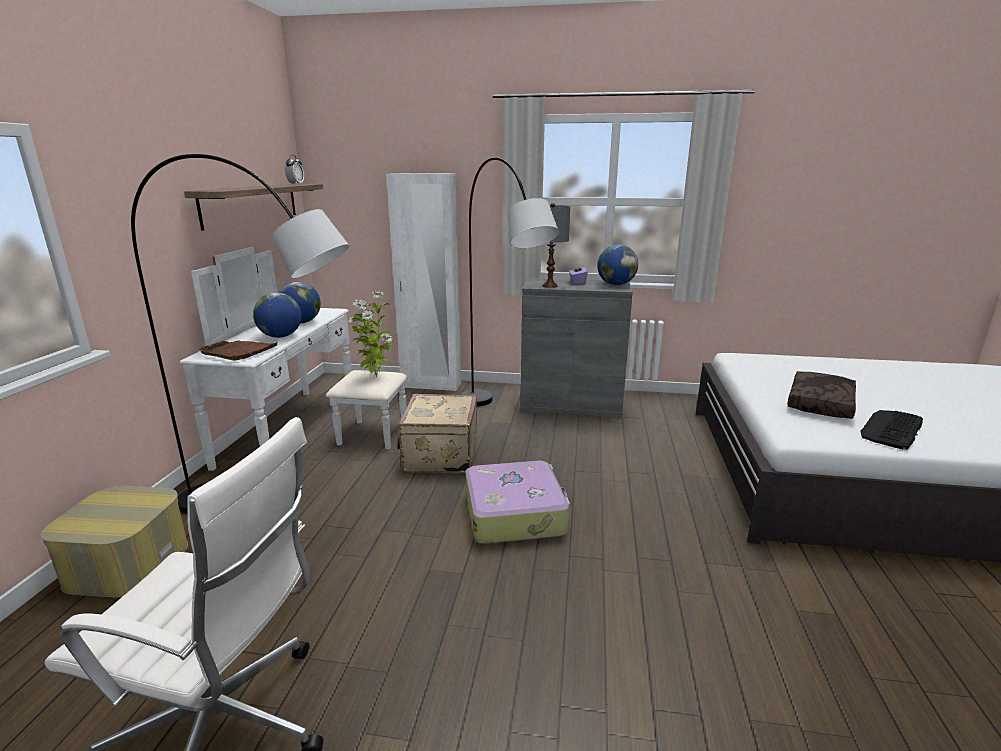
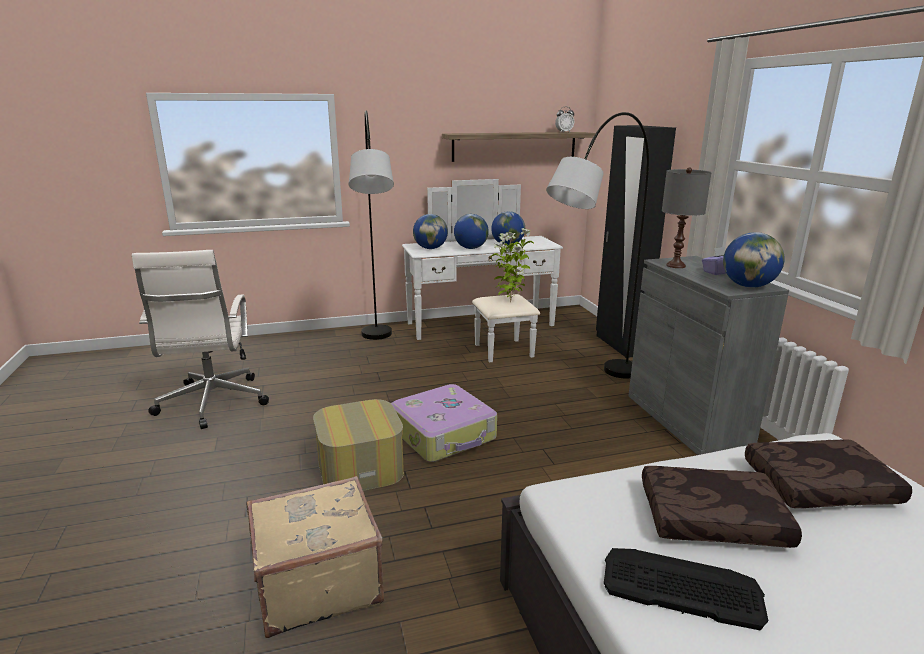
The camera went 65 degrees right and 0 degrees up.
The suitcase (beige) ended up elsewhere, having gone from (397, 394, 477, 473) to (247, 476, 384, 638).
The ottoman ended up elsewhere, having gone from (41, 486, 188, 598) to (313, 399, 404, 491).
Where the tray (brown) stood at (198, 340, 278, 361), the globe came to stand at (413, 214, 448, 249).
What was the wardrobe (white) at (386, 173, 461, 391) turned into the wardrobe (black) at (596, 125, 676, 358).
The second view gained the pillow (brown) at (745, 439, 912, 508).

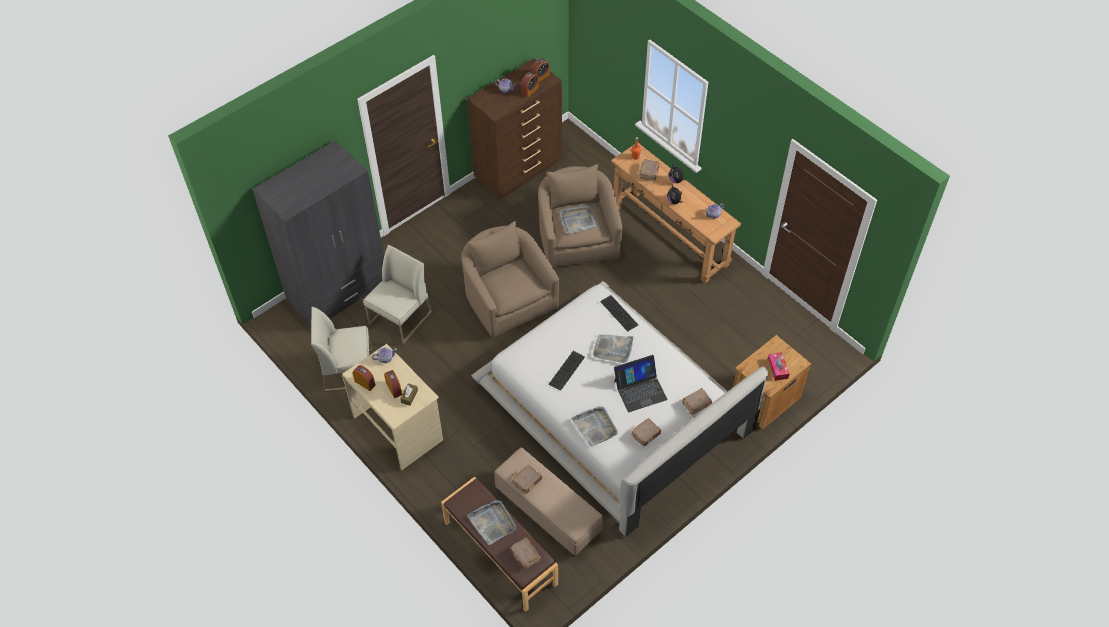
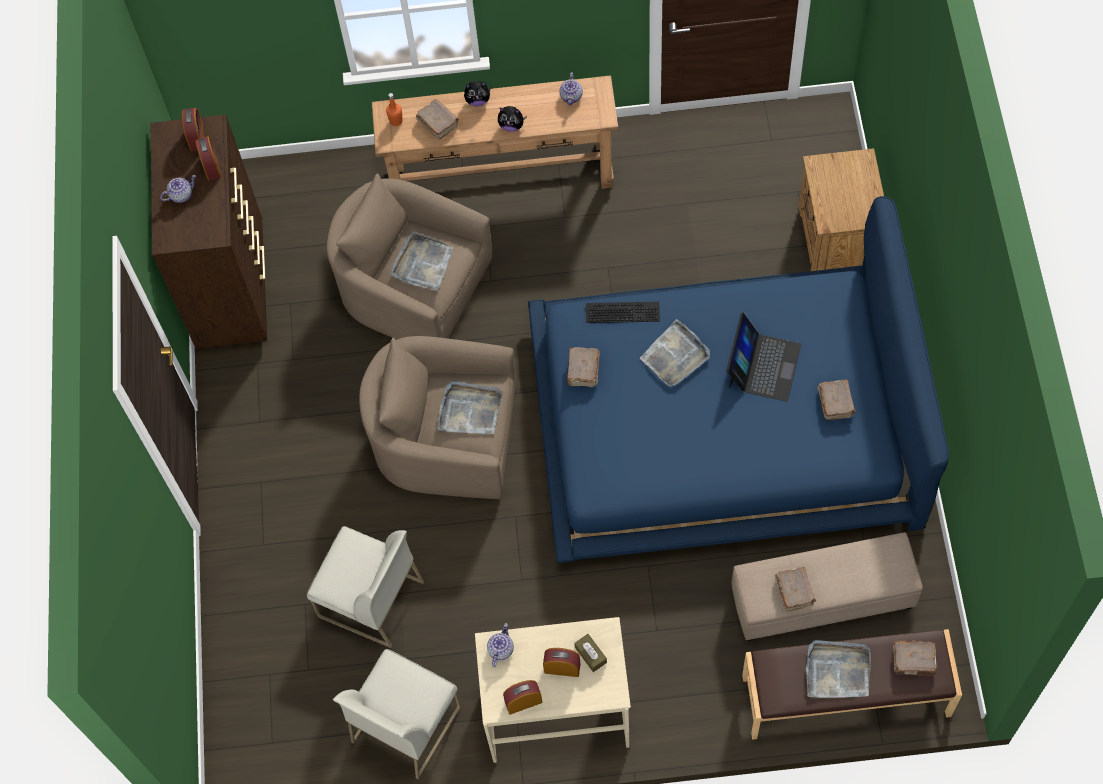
The camera went 50 degrees left and 10 degrees up.
The chair (white) at (363, 244, 432, 344) ended up facing another way, 135 degrees clockwise from before.
The tray (grey) ended up elsewhere, having gone from (571, 406, 618, 447) to (437, 381, 503, 434).
What was the bed (white) at (471, 281, 768, 537) turned into the bed (blue) at (528, 196, 949, 563).
The book (brown) ended up elsewhere, having gone from (682, 388, 712, 415) to (567, 347, 599, 388).
The second view lost the wardrobe (grey) at (252, 140, 384, 325).
The second view lost the keyboard at (549, 351, 585, 391).
The second view lost the tissue box at (768, 352, 789, 381).

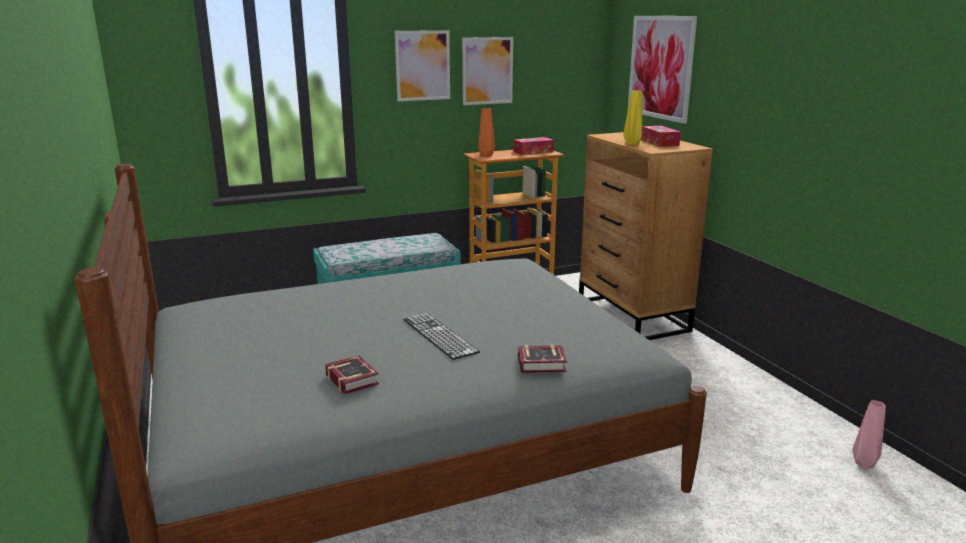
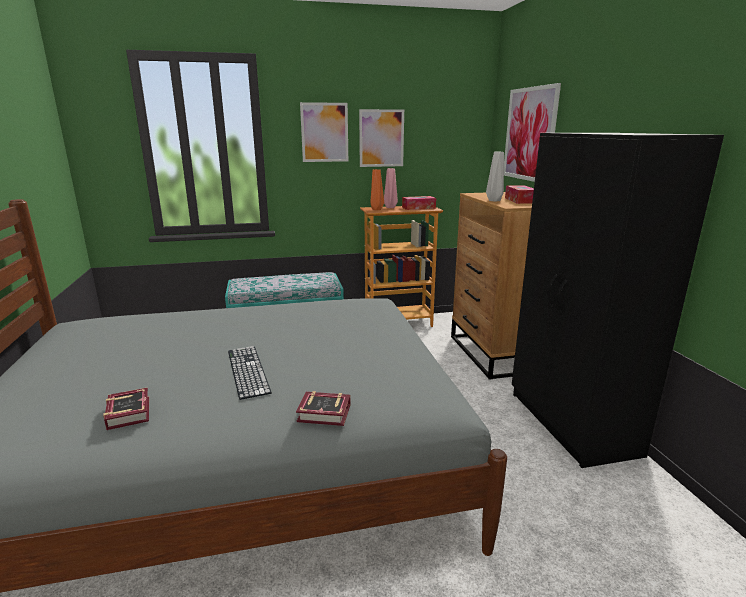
The camera went 10 degrees right and 0 degrees up.
The vase (pink) ended up elsewhere, having gone from (852, 400, 886, 469) to (384, 168, 398, 208).
What was the vase (yellow) at (623, 90, 643, 145) turned into the vase (grey) at (486, 152, 504, 202).
The second view gained the wardrobe (black) at (512, 133, 724, 468).

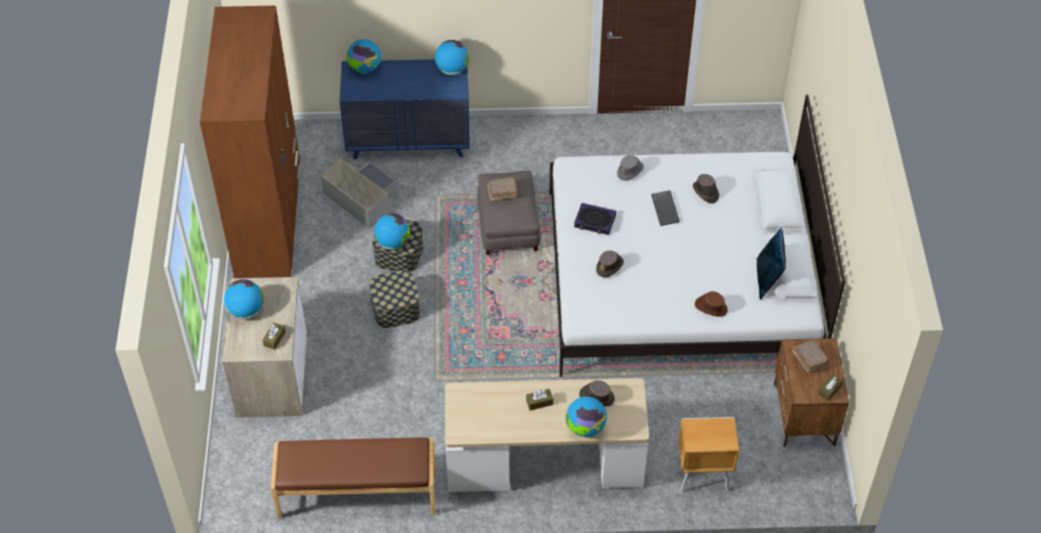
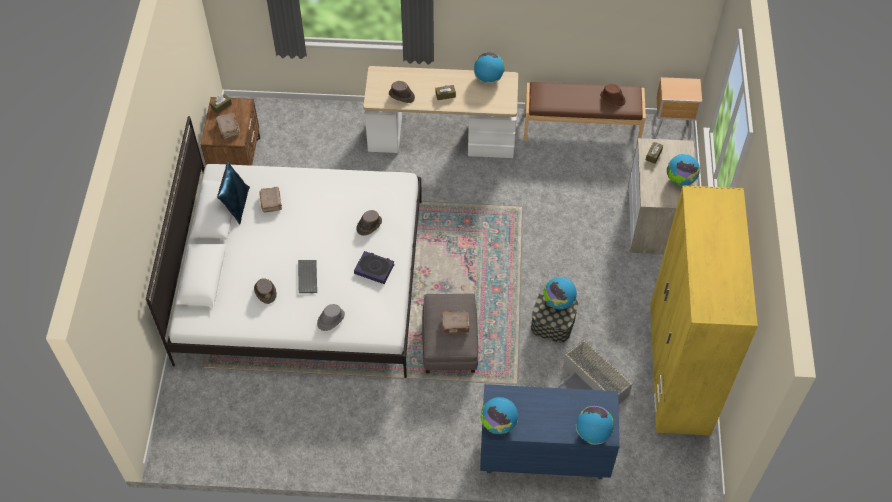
The camera went 175 degrees left and 5 degrees up.
The second view gained the book (brown) at (259, 187, 282, 213).
The globe ended up elsewhere, having gone from (566, 397, 607, 438) to (474, 52, 505, 84).
The hat (brown) ended up elsewhere, having gone from (695, 291, 728, 317) to (600, 84, 626, 106).
What was the wardrobe (brown) at (200, 6, 300, 278) turned into the wardrobe (yellow) at (650, 186, 758, 435).
The nightstand (brown) ended up elsewhere, having gone from (677, 417, 739, 492) to (654, 77, 702, 138).
The second view lost the storage box at (369, 270, 420, 328).

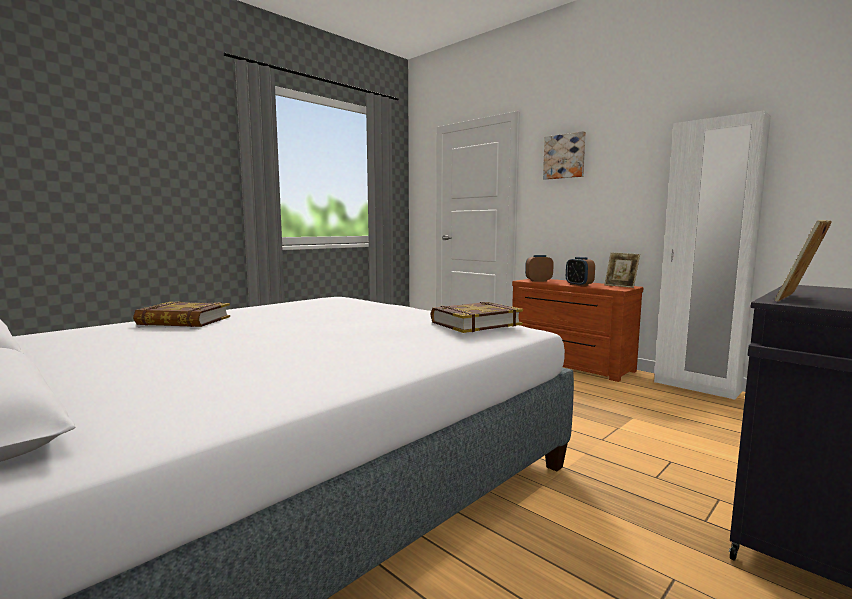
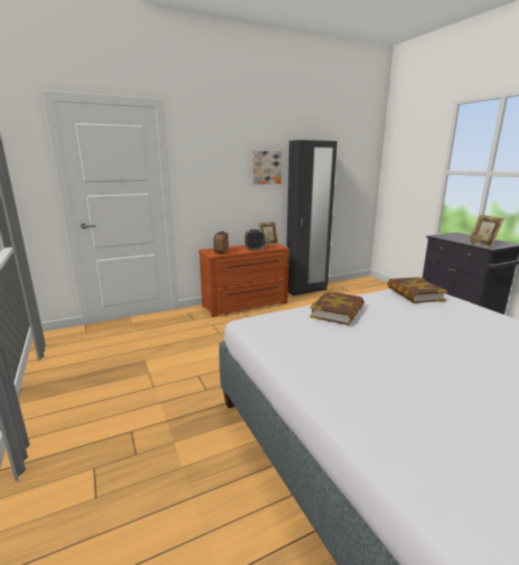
The camera went 70 degrees left and 10 degrees up.
The picture ended up elsewhere, having gone from (543, 131, 586, 180) to (252, 151, 282, 184).
What was the wardrobe (white) at (654, 111, 771, 400) turned into the wardrobe (black) at (287, 140, 337, 296).
The book ended up elsewhere, having gone from (133, 301, 230, 327) to (310, 291, 364, 325).

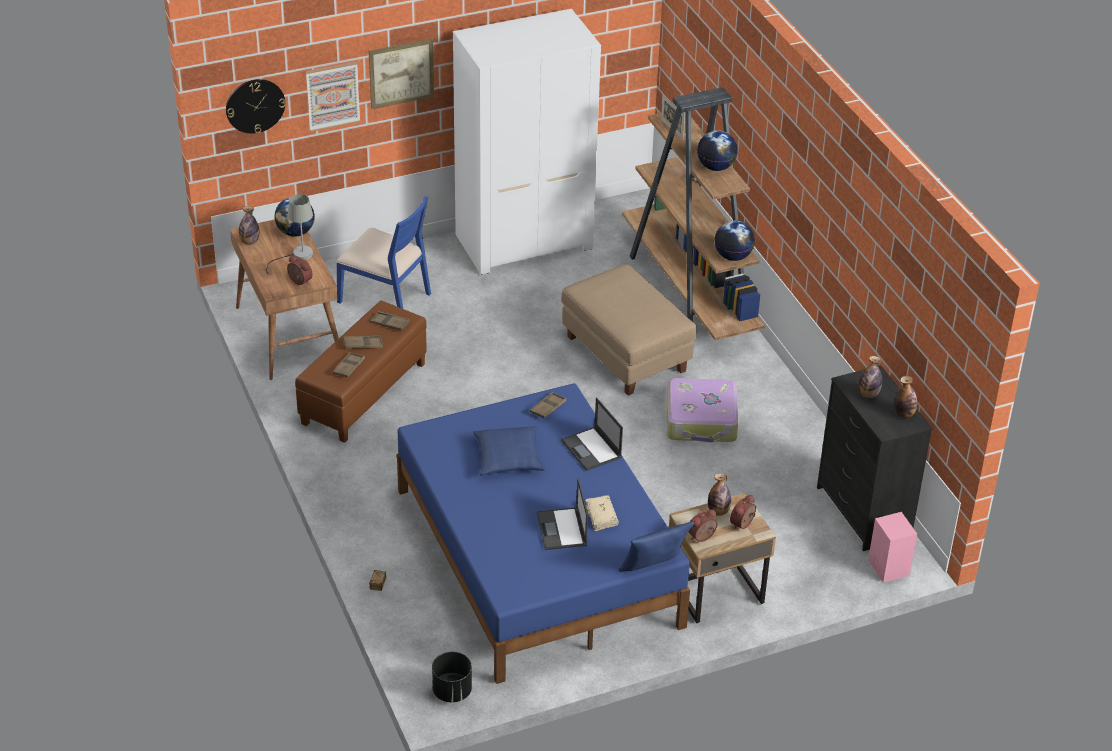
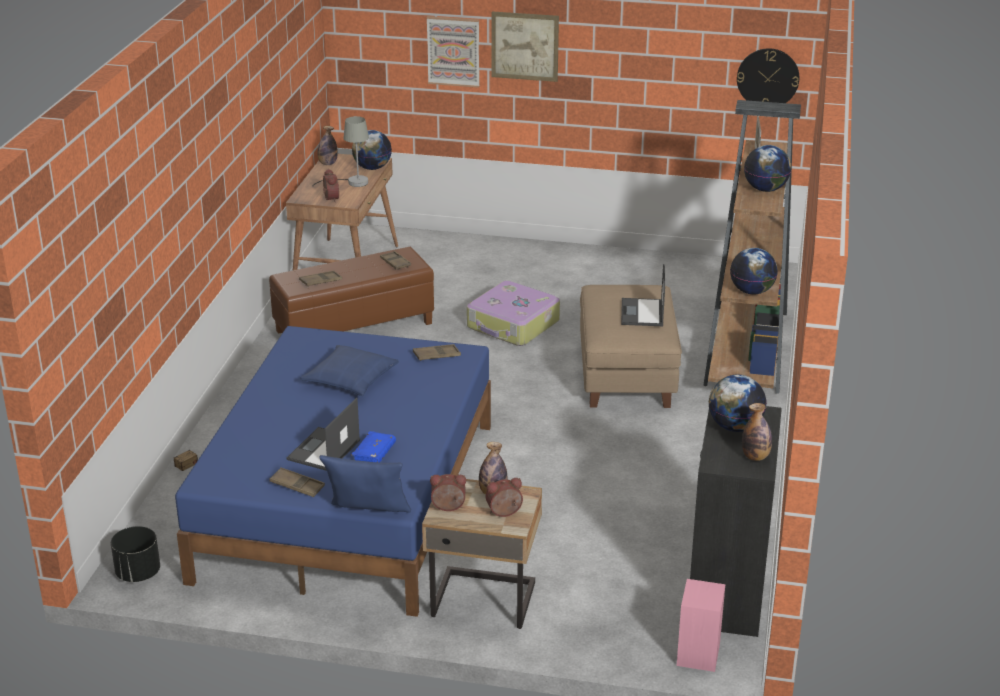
The camera went 35 degrees right and 10 degrees down.
The tray (brown) ended up elsewhere, having gone from (344, 336, 383, 349) to (270, 467, 325, 497).
What was the book (beige) at (585, 495, 619, 531) turned into the book (blue) at (351, 431, 396, 462).
The suitcase ended up elsewhere, having gone from (666, 378, 739, 442) to (467, 281, 560, 346).
The laptop ended up elsewhere, having gone from (561, 397, 623, 471) to (621, 264, 665, 326).
Where the bottle stood at (859, 356, 882, 398), the globe came to stand at (708, 375, 767, 432).
The wall clock ended up elsewhere, having gone from (226, 79, 285, 134) to (737, 48, 799, 103).
The second view lost the chair (blue) at (337, 195, 431, 309).
The second view lost the wardrobe (white) at (453, 9, 601, 275).

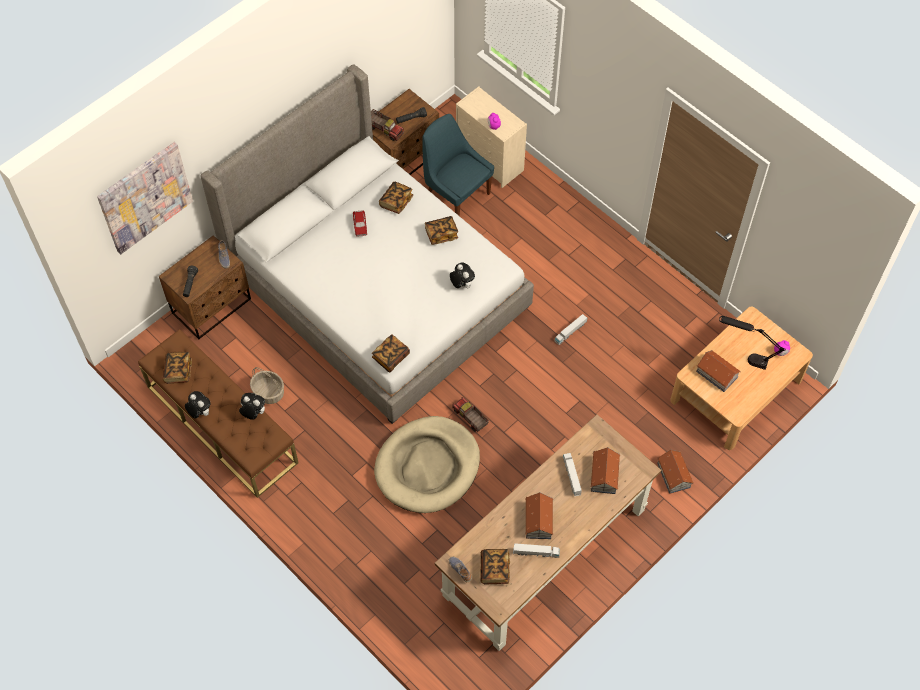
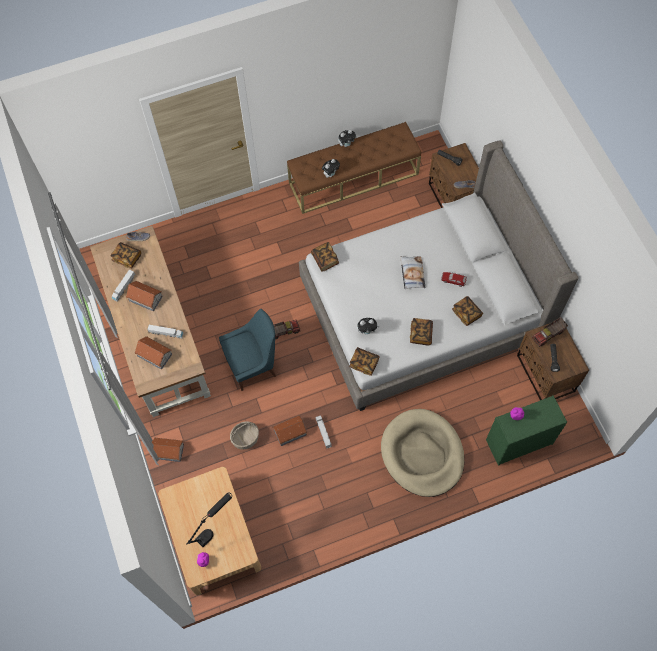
The camera went 115 degrees right and 5 degrees up.
The chair (blue) ended up elsewhere, having gone from (423, 114, 494, 216) to (219, 309, 276, 391).
The basket ended up elsewhere, having gone from (250, 367, 284, 404) to (230, 421, 259, 450).
The toy house ended up elsewhere, having gone from (696, 350, 741, 392) to (272, 415, 307, 446).
The book ended up elsewhere, having gone from (163, 352, 192, 384) to (349, 347, 380, 376).
The dog bed (beige) ended up elsewhere, having gone from (374, 416, 480, 513) to (381, 409, 464, 497).
The second view gained the pillow at (400, 256, 425, 289).
What was the dresser (beige) at (456, 86, 527, 188) turned into the dresser (green) at (486, 395, 567, 466).
The second view lost the picture at (97, 142, 193, 254).

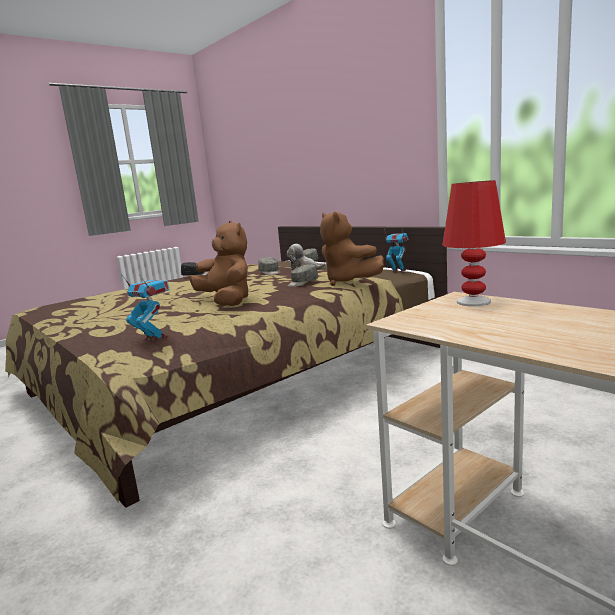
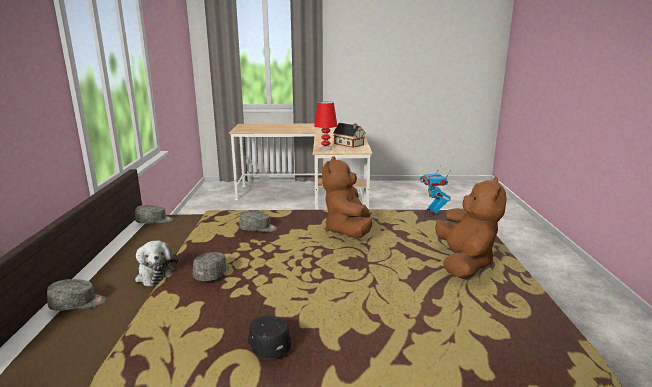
The camera went 140 degrees left and 5 degrees up.
Where the toy robot stood at (384, 229, 409, 272), the cap (grey) came to stand at (135, 205, 173, 224).
The second view gained the toy house at (333, 123, 366, 148).
The plush toy (brown) ended up elsewhere, having gone from (320, 212, 384, 286) to (435, 176, 507, 279).

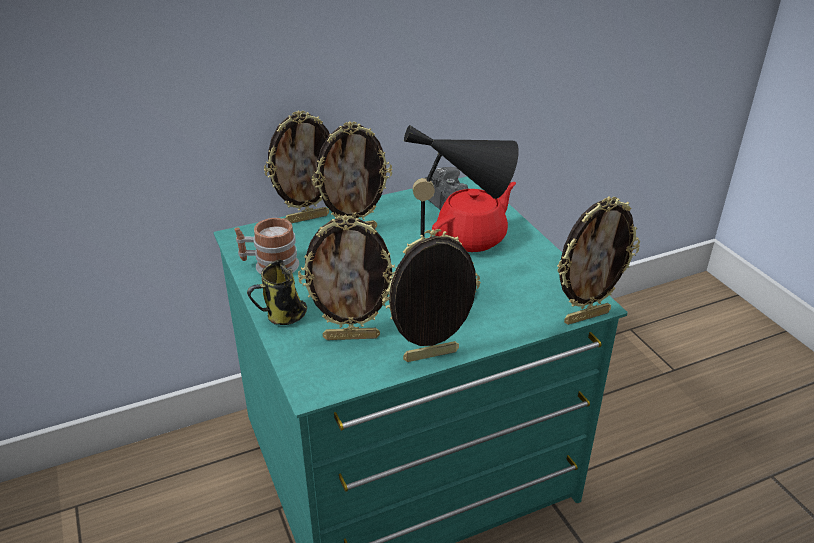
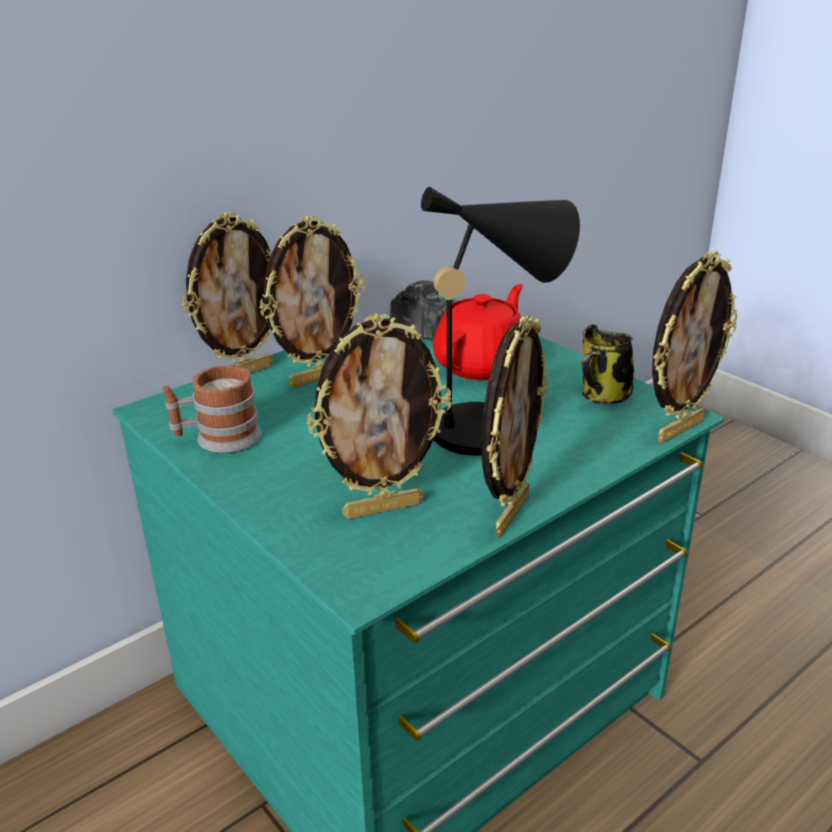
The camera went 15 degrees left and 5 degrees down.
The picture frame at (382, 229, 481, 362) ended up facing another way, 150 degrees clockwise from before.
The mug ended up elsewhere, having gone from (247, 259, 307, 325) to (581, 324, 634, 404).

